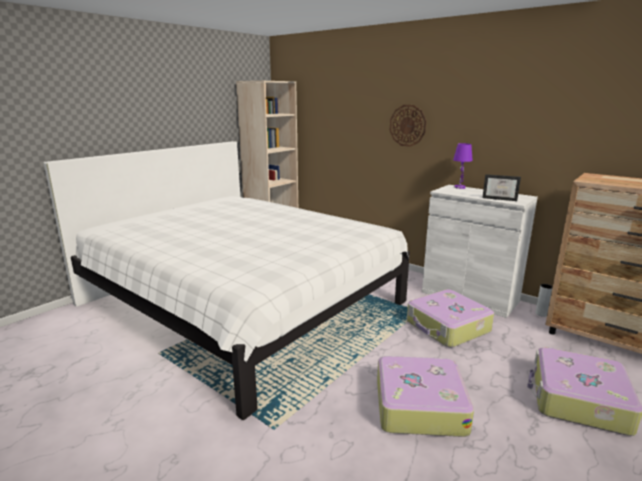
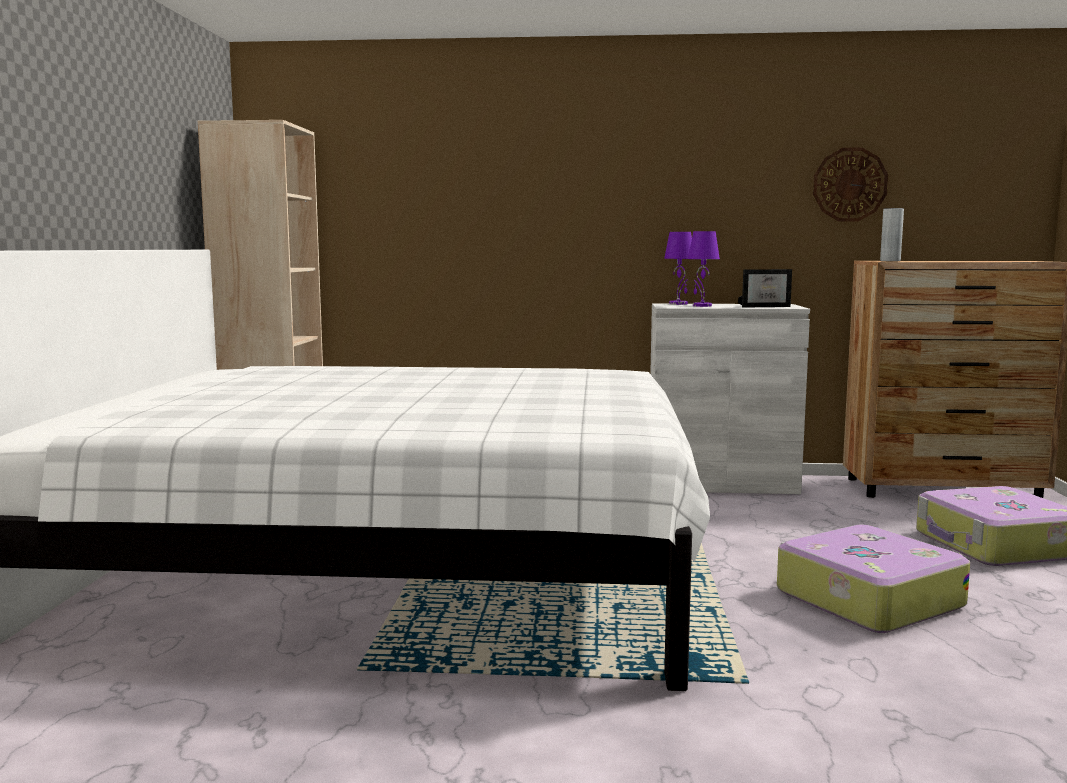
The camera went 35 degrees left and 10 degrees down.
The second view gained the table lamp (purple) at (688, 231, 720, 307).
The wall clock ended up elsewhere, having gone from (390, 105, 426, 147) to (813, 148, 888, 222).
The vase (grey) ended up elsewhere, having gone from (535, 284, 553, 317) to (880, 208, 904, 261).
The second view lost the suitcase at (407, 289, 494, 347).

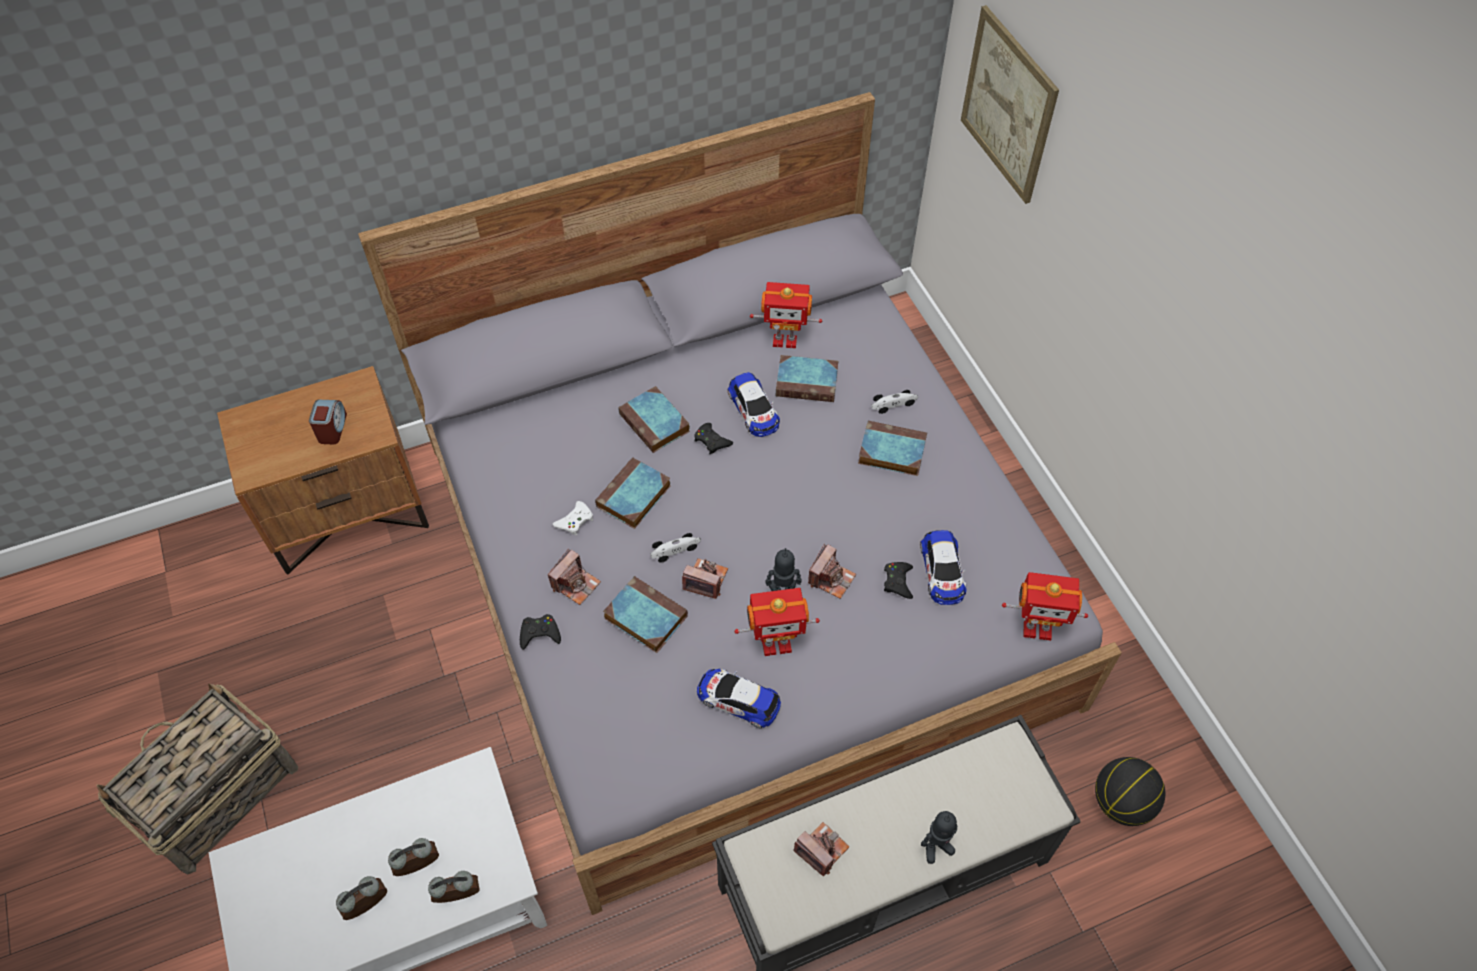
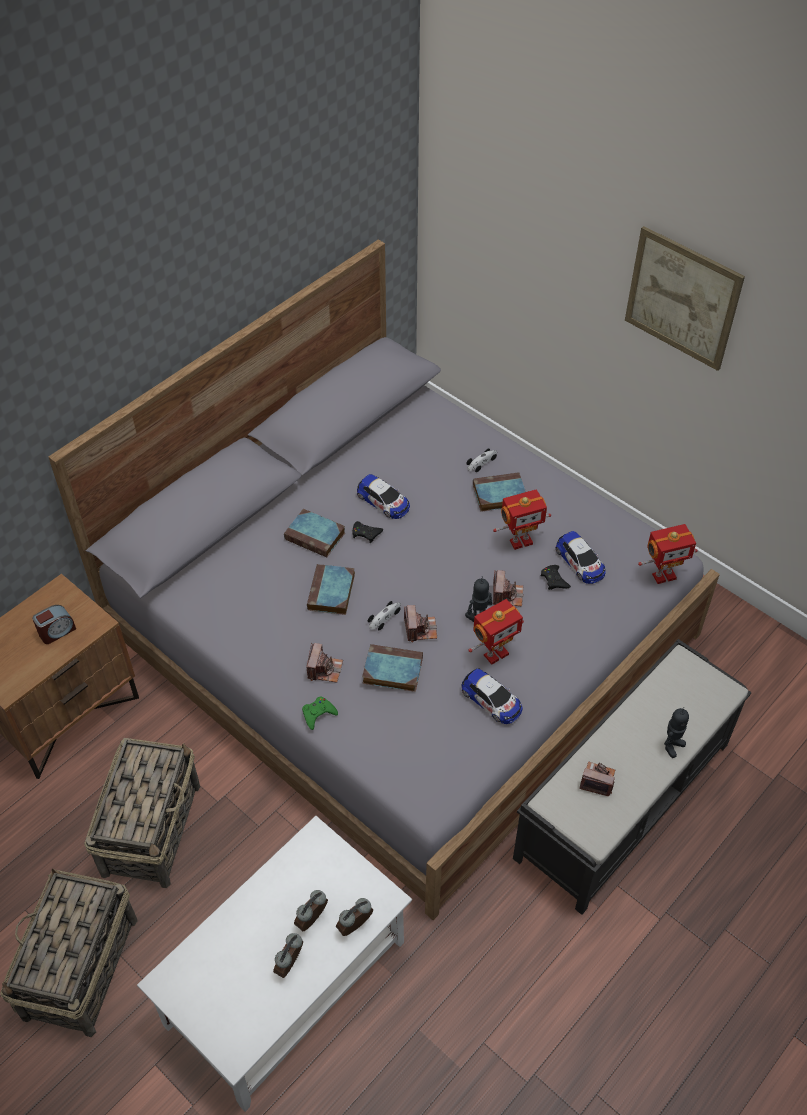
The camera went 25 degrees left and 5 degrees down.
The alarm clock at (309, 400, 347, 444) ended up facing another way, 75 degrees clockwise from before.
The second view gained the basket at (84, 738, 200, 888).
What was the game controller (black) at (520, 614, 561, 650) turned into the game controller (green) at (302, 697, 338, 730).
The photo camera at (682, 558, 728, 599) ended up facing another way, 90 degrees clockwise from before.
The toy car at (697, 669, 781, 728) ended up facing another way, 135 degrees counterclockwise from before.
The toy robot ended up elsewhere, having gone from (750, 282, 822, 349) to (493, 489, 551, 550).
The picture ended up elsewhere, having gone from (961, 5, 1059, 204) to (625, 226, 745, 371).
The second view lost the game controller (white) at (553, 501, 593, 536).
The second view lost the book at (776, 355, 838, 402).
The second view lost the basketball at (1095, 757, 1165, 826).

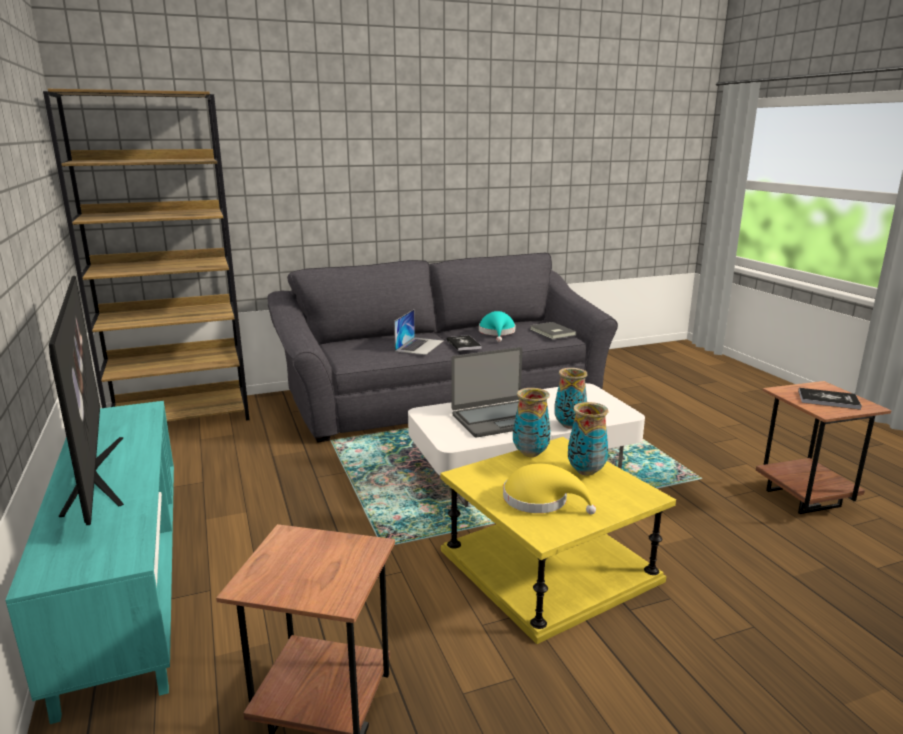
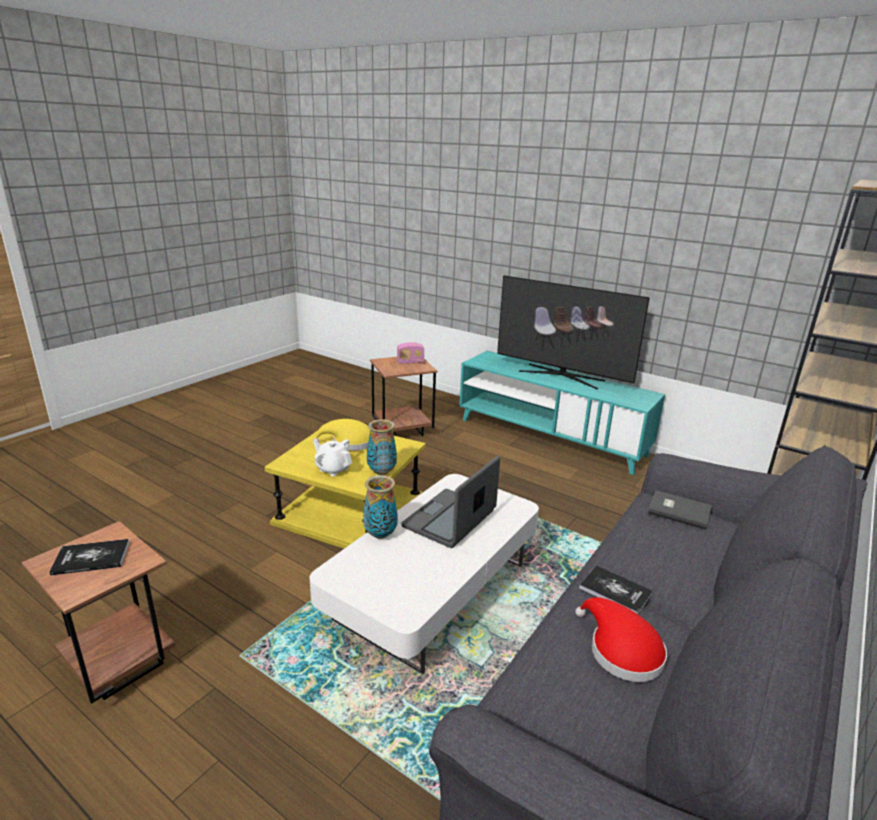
The camera went 145 degrees right and 5 degrees up.
Where the vase stood at (568, 402, 609, 476), the teapot (white) came to stand at (313, 439, 352, 477).
The second view gained the radio at (397, 342, 424, 364).
What was the hat (turquoise) at (479, 311, 515, 342) turned into the hat (red) at (575, 597, 667, 682).
The book (grey) ended up elsewhere, having gone from (530, 322, 577, 339) to (648, 490, 712, 530).
The second view lost the laptop at (394, 309, 443, 355).

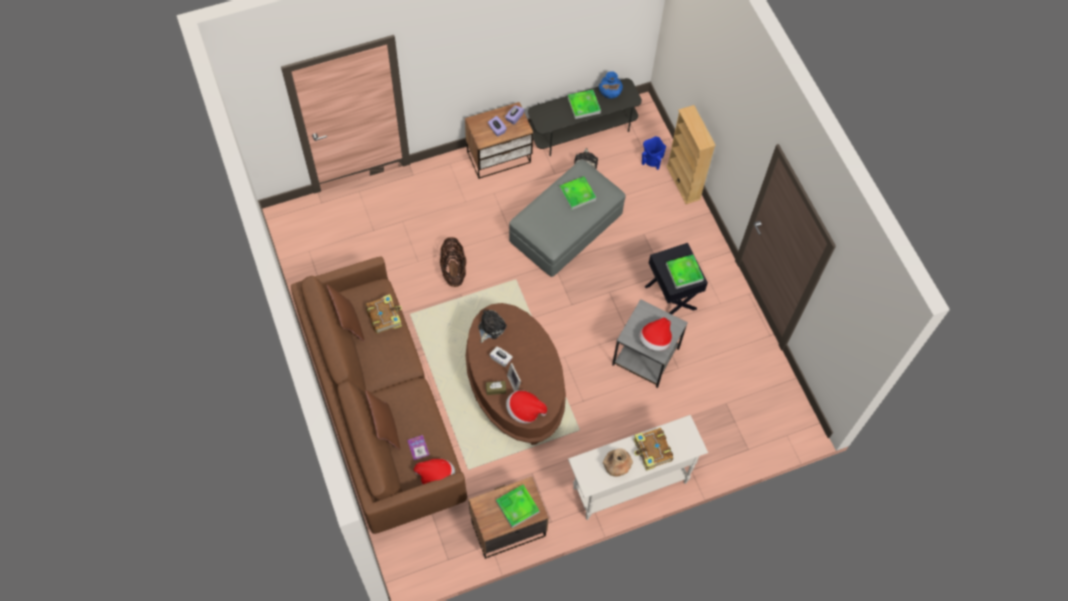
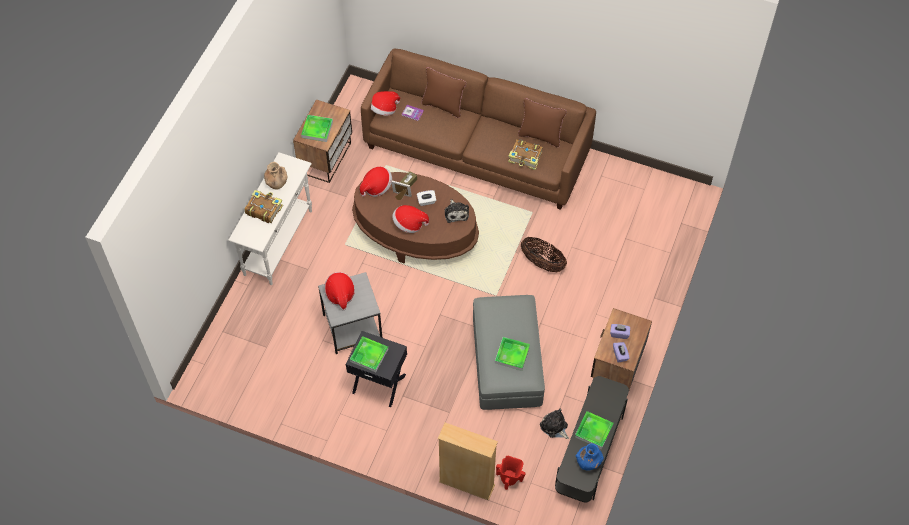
The camera went 135 degrees right and 5 degrees down.
The second view gained the hat at (392, 205, 429, 233).
What was the vase (blue) at (642, 136, 666, 170) turned into the vase (red) at (496, 456, 526, 490).

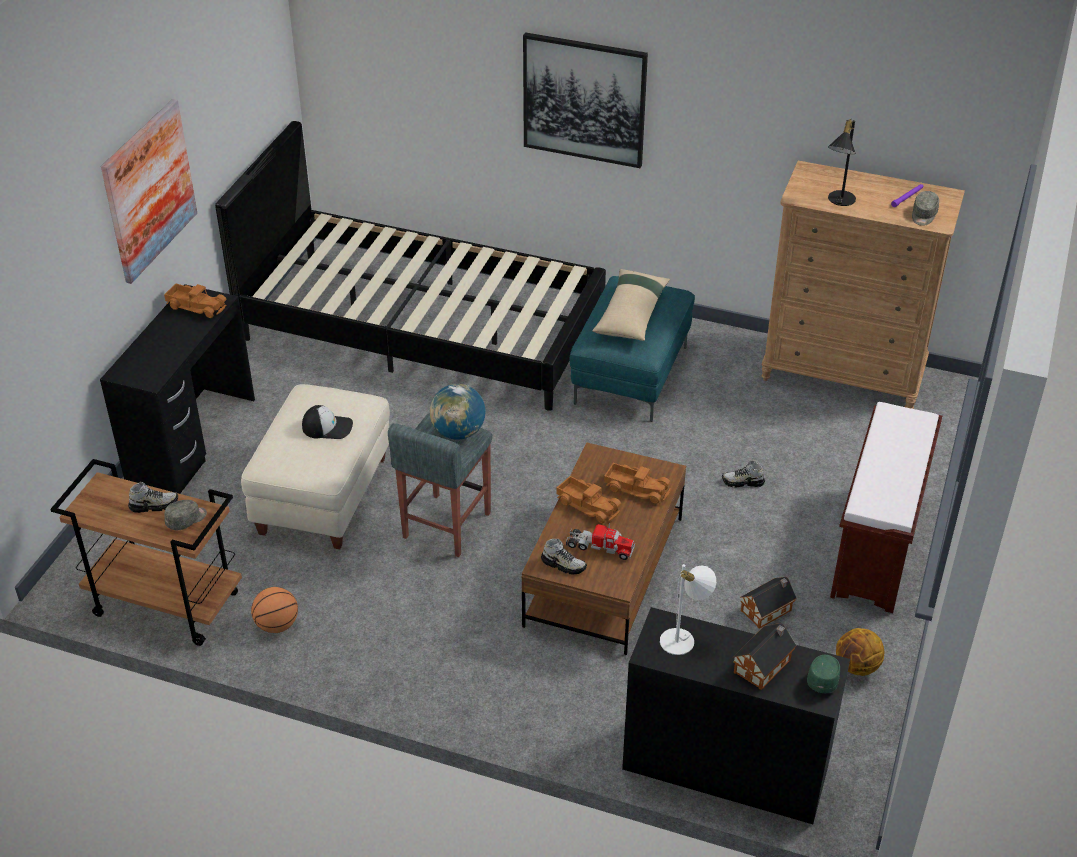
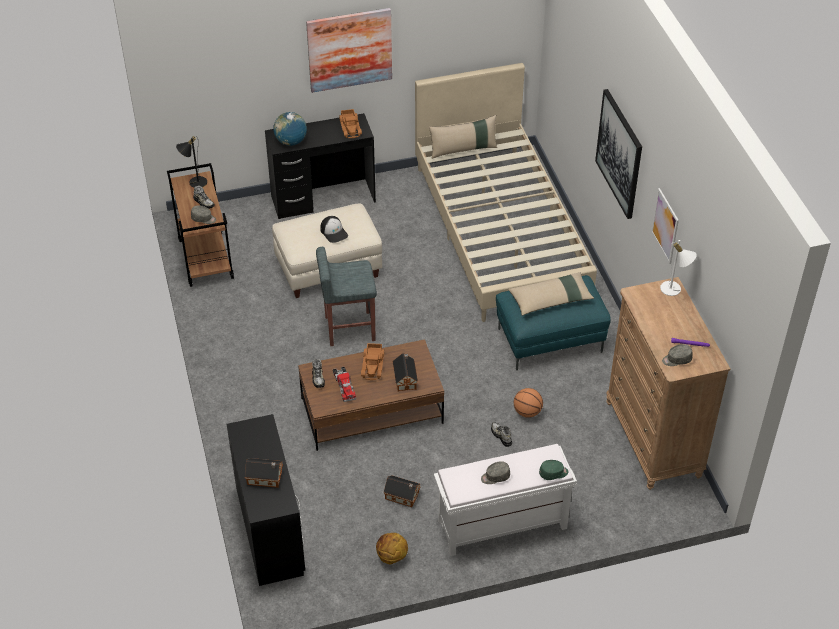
The camera went 55 degrees right and 5 degrees up.
The table lamp (black) ended up elsewhere, having gone from (828, 118, 856, 206) to (176, 136, 207, 188).
The globe ended up elsewhere, having gone from (430, 384, 486, 440) to (273, 112, 307, 146).
Where the toy truck stood at (604, 463, 671, 504), the toy house came to stand at (393, 353, 418, 391).
What was the bed (black) at (215, 121, 606, 411) turned into the bed (beige) at (415, 63, 597, 322).
The second view gained the pillow (beige) at (429, 115, 497, 159).
What was the bench (brown) at (830, 402, 942, 613) turned into the bench (white) at (434, 444, 577, 556).
The second view gained the cap (grey) at (481, 461, 510, 484).
The basketball ended up elsewhere, having gone from (251, 587, 298, 633) to (514, 388, 543, 418).
The cap (green) ended up elsewhere, having gone from (807, 655, 840, 693) to (539, 460, 568, 480).
The second view gained the picture at (651, 188, 679, 264).
The table lamp (white) ended up elsewhere, having gone from (660, 564, 716, 655) to (660, 240, 697, 296).

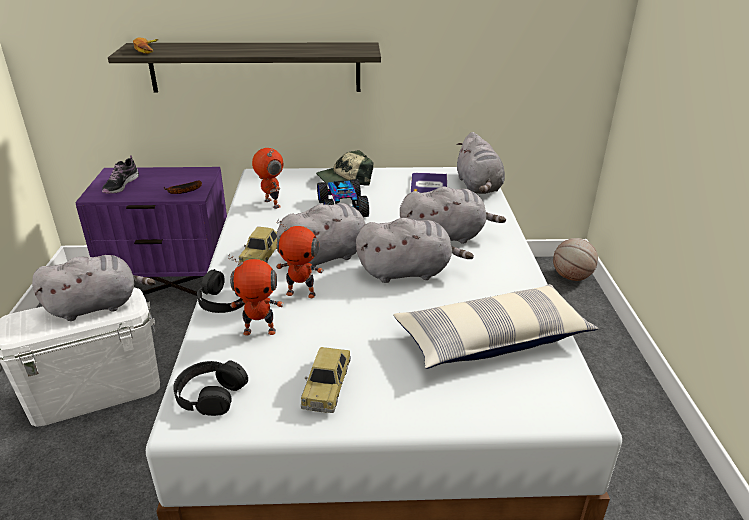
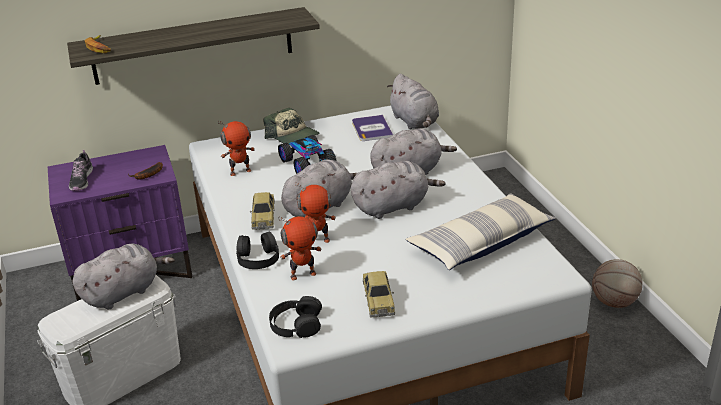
The camera went 15 degrees left and 0 degrees up.
The toy robot at (252, 148, 283, 209) ended up facing another way, 120 degrees clockwise from before.
The cap at (316, 150, 373, 186) ended up facing another way, 90 degrees counterclockwise from before.
The basketball ended up elsewhere, having gone from (553, 238, 598, 281) to (592, 259, 643, 308).

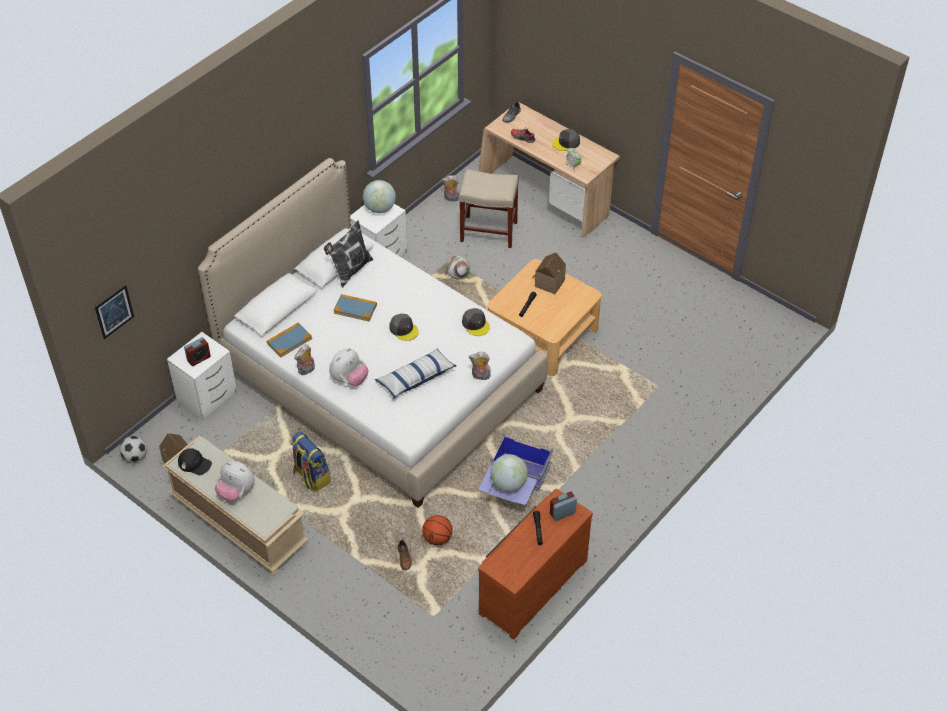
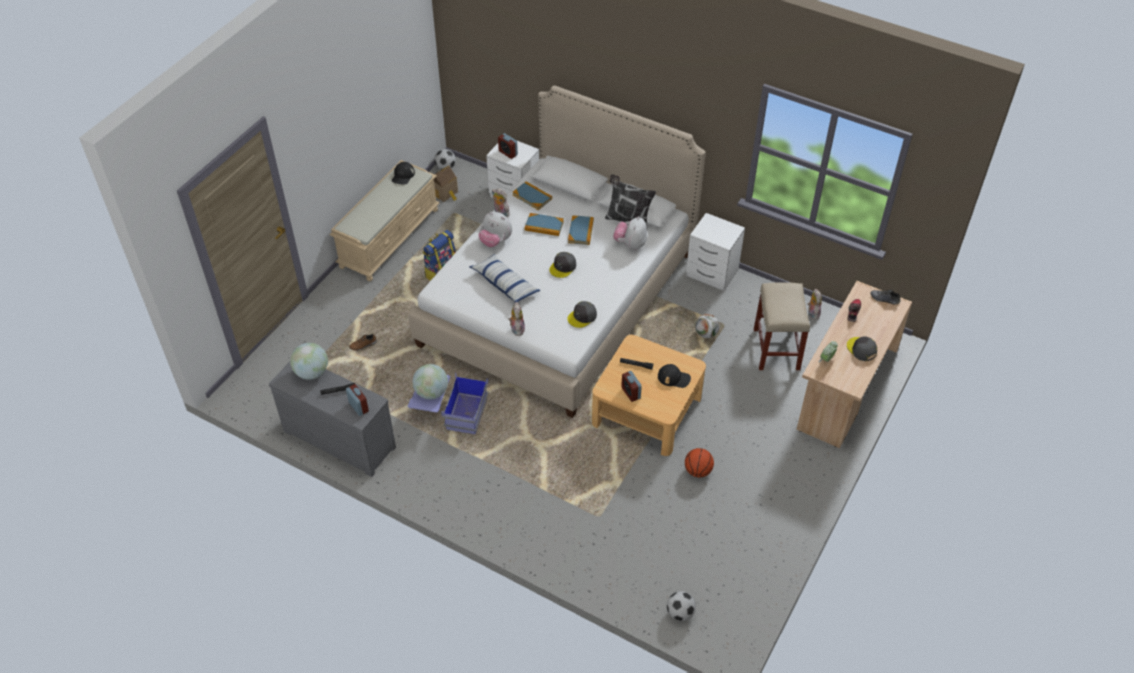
The camera went 80 degrees right and 0 degrees up.
What was the dresser (brown) at (478, 489, 593, 640) turned into the dresser (grey) at (269, 362, 396, 477).
The globe ended up elsewhere, having gone from (363, 180, 396, 213) to (290, 343, 328, 380).
The second view gained the book at (525, 213, 564, 236).
The plush toy ended up elsewhere, having gone from (215, 461, 255, 502) to (613, 216, 647, 250).
The second view gained the alarm clock at (621, 371, 642, 402).
Where the toy house stood at (532, 253, 566, 294), the cap (black) came to stand at (658, 364, 691, 388).
The second view gained the football at (667, 591, 696, 621).
The basketball ended up elsewhere, having gone from (422, 515, 453, 546) to (685, 448, 714, 477).
The second view lost the picture at (95, 285, 134, 339).

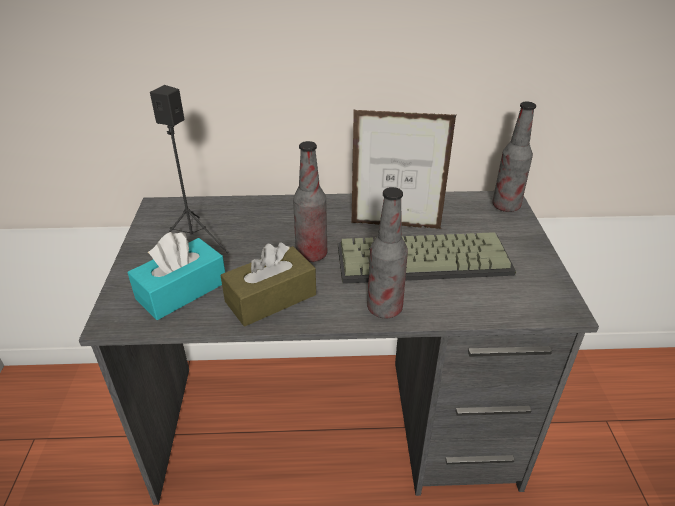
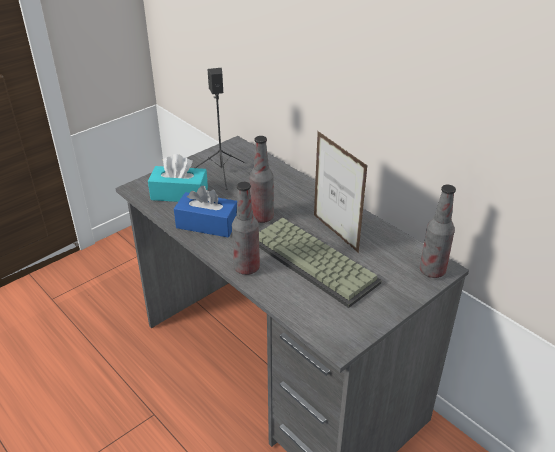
The camera went 50 degrees right and 0 degrees up.
What was the tissue box (brown) at (221, 242, 316, 327) turned into the tissue box (blue) at (174, 186, 237, 238).

